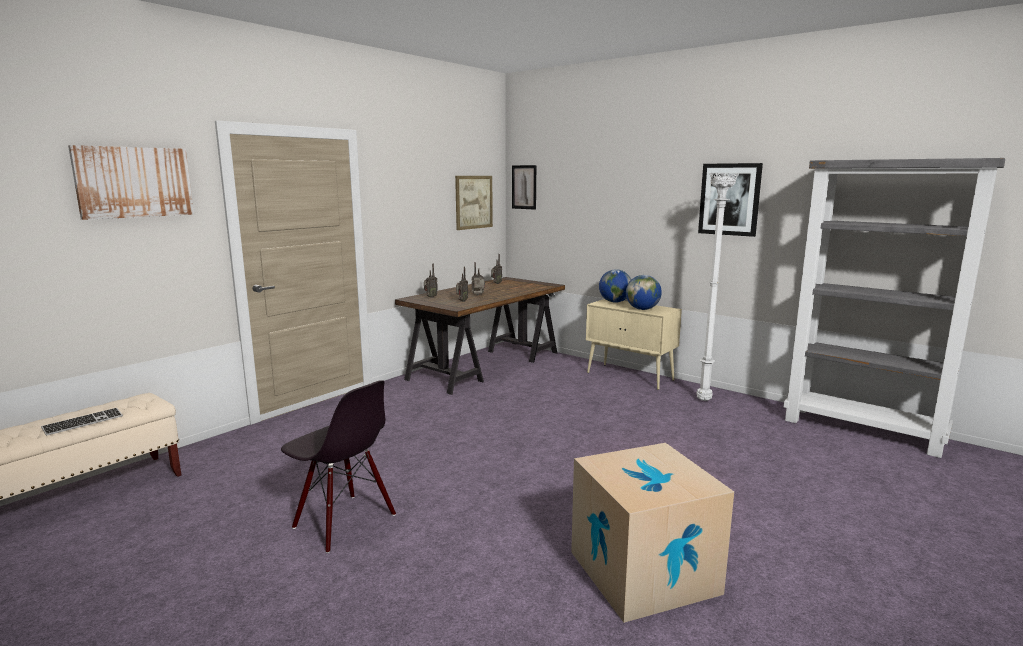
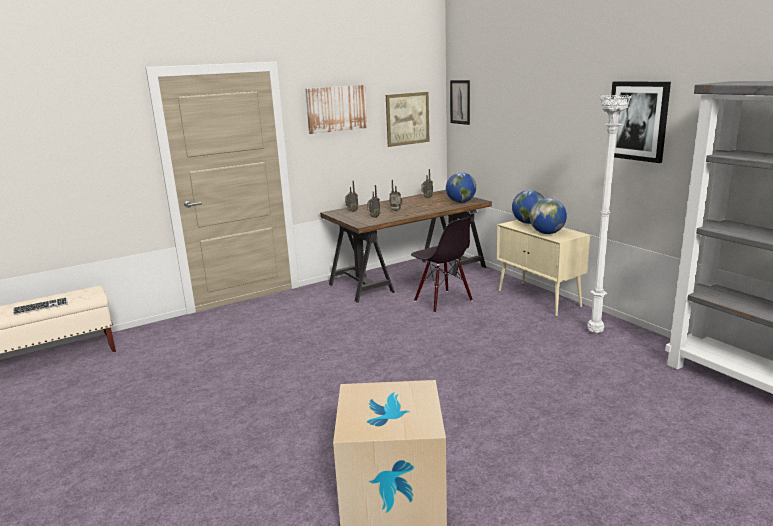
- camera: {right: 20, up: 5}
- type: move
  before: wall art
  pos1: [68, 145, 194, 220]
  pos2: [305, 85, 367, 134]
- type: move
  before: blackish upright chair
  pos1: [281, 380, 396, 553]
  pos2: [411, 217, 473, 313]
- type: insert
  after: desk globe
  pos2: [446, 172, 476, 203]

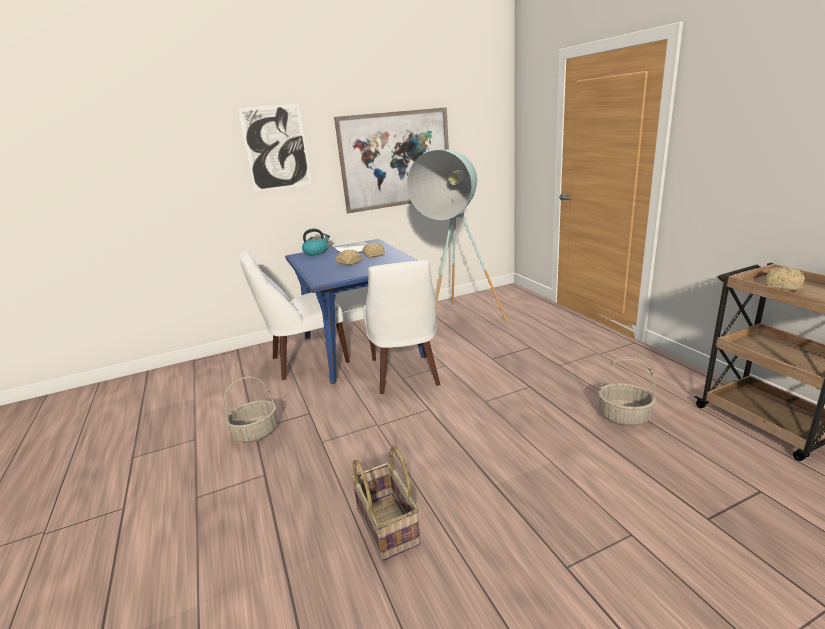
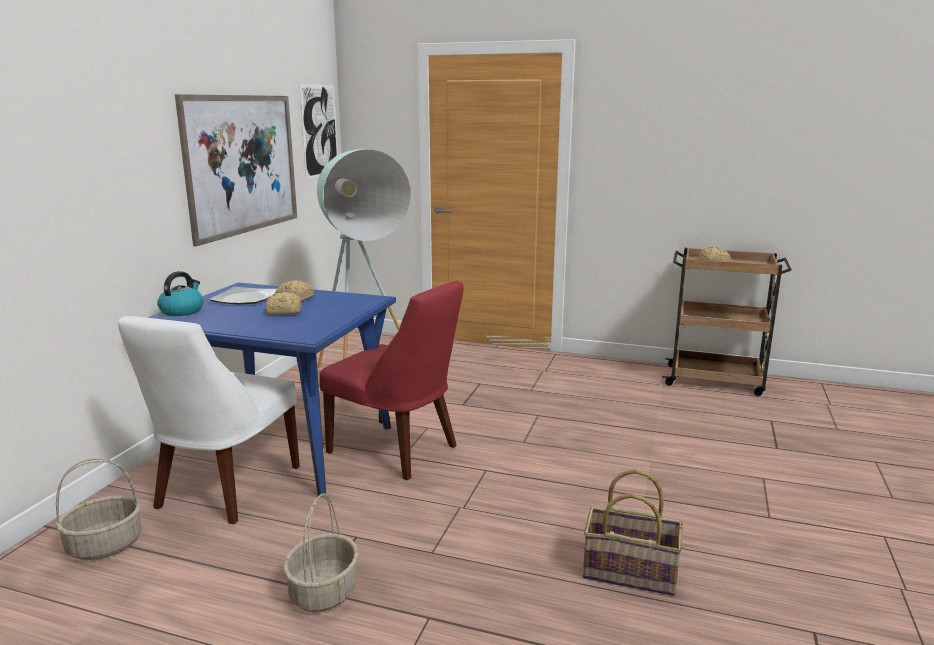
- camera: {right: -50, up: -5}
- type: move
  before: storage basket
  pos1: [598, 357, 656, 426]
  pos2: [56, 458, 141, 560]
- type: move
  before: wall art
  pos1: [238, 104, 311, 192]
  pos2: [299, 84, 338, 179]
- type: recolor
  before: white-coloured upright chair
  after: reddish upright chair
  pos1: [363, 260, 441, 394]
  pos2: [320, 280, 463, 480]

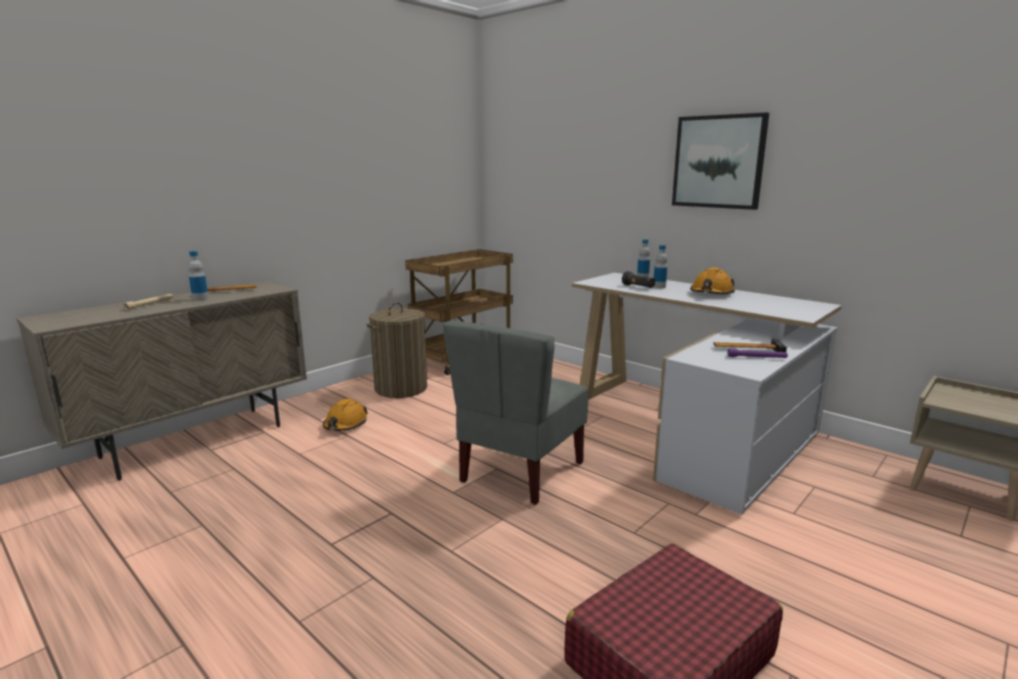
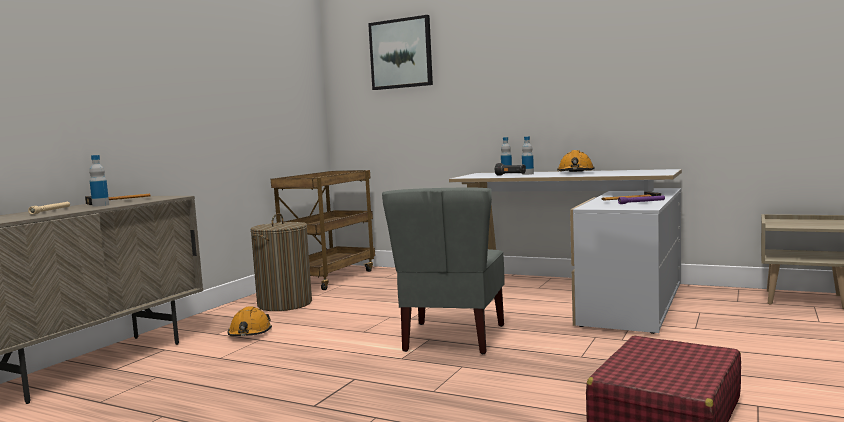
- camera: {right: -15, up: -10}
- type: move
  before: wall art
  pos1: [672, 112, 769, 210]
  pos2: [368, 15, 433, 90]

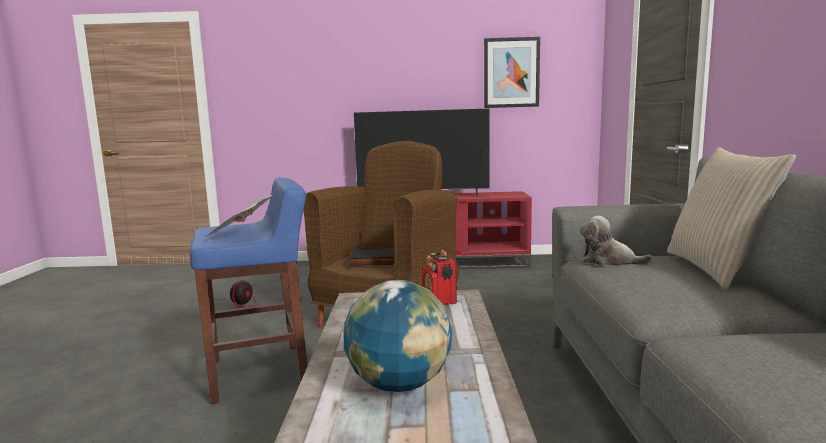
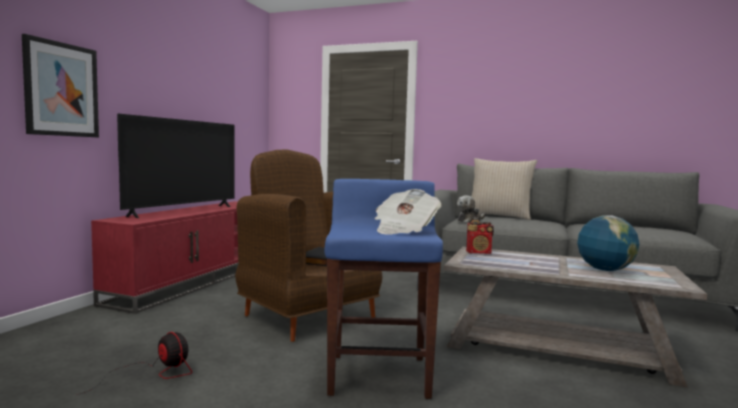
- camera: {right: -70, up: -5}
- type: move
  before: wall art
  pos1: [484, 37, 540, 108]
  pos2: [22, 34, 99, 137]

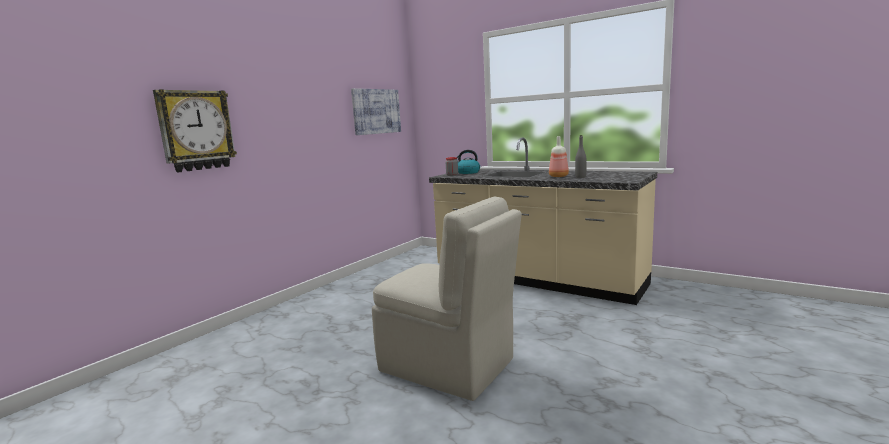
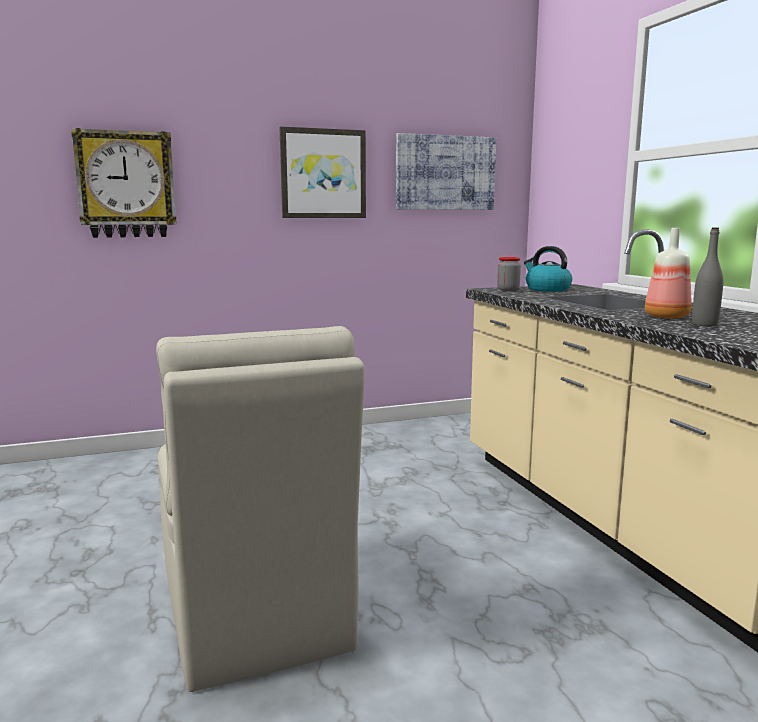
- camera: {right: 35, up: 0}
- type: insert
  after: wall art
  pos2: [279, 126, 366, 218]

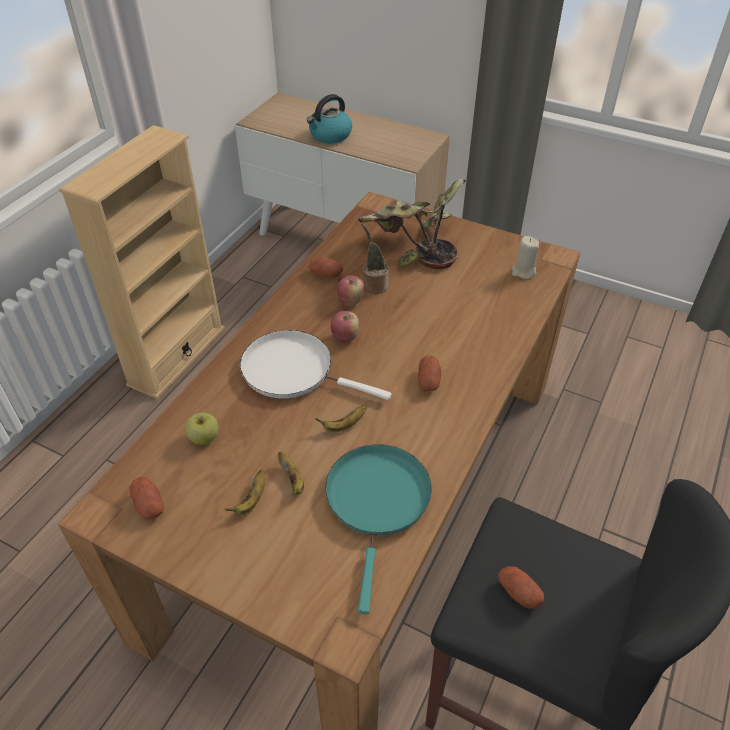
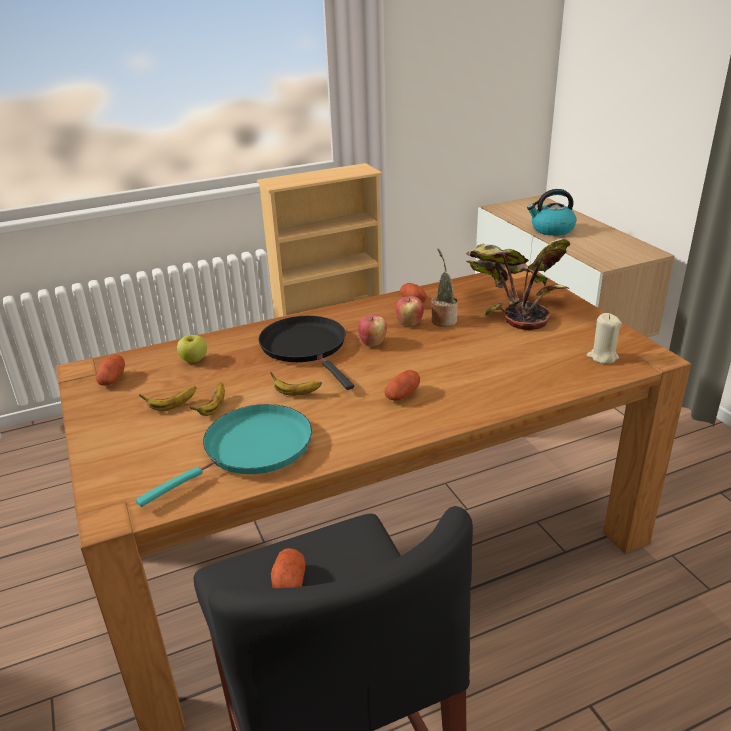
- camera: {right: 40, up: -15}
- type: recolor
  before: white-coloured frying pan
  after: blackish frying pan
  pos1: [240, 330, 391, 400]
  pos2: [258, 316, 354, 390]

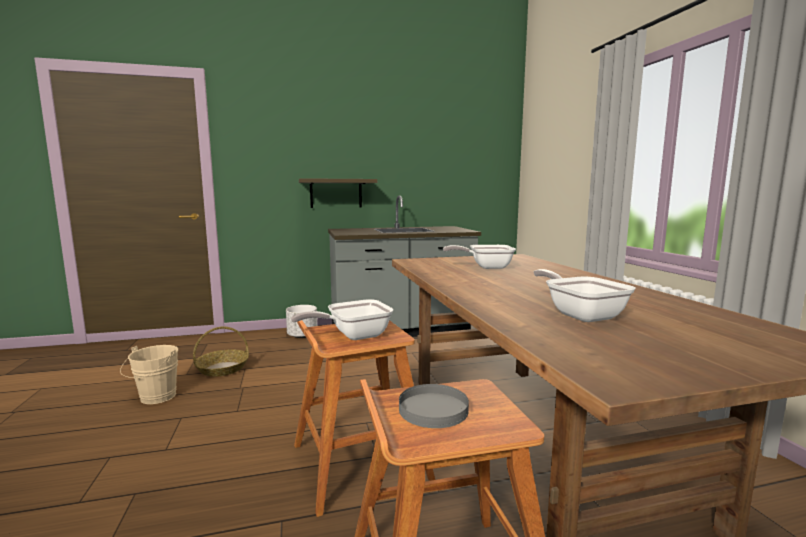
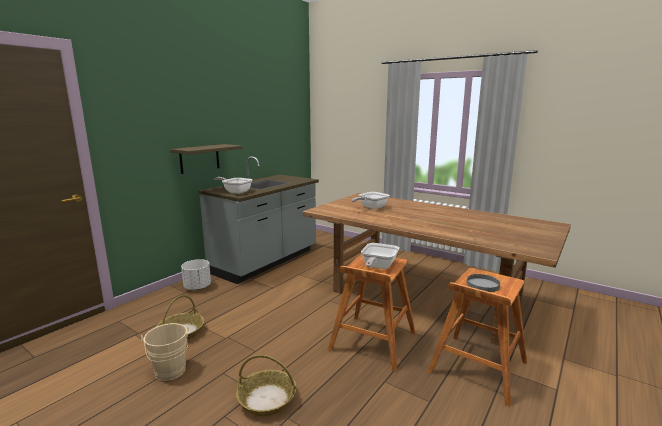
- camera: {right: -40, up: 5}
- type: move
  before: frying pan
  pos1: [534, 269, 636, 322]
  pos2: [214, 177, 253, 194]
- type: insert
  after: storage basket
  pos2: [236, 355, 296, 416]

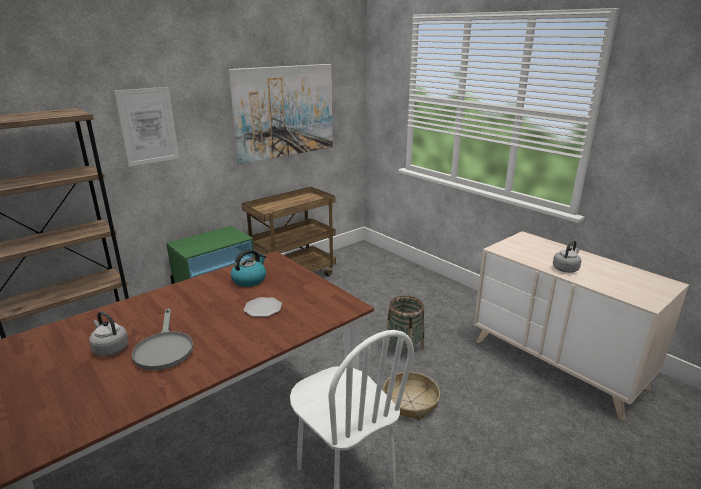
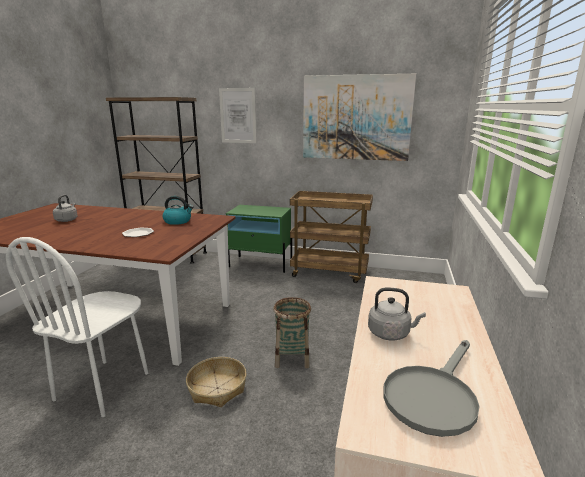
- camera: {right: 55, up: -5}
- type: move
  before: grey frying pan
  pos1: [132, 309, 193, 370]
  pos2: [383, 340, 480, 437]

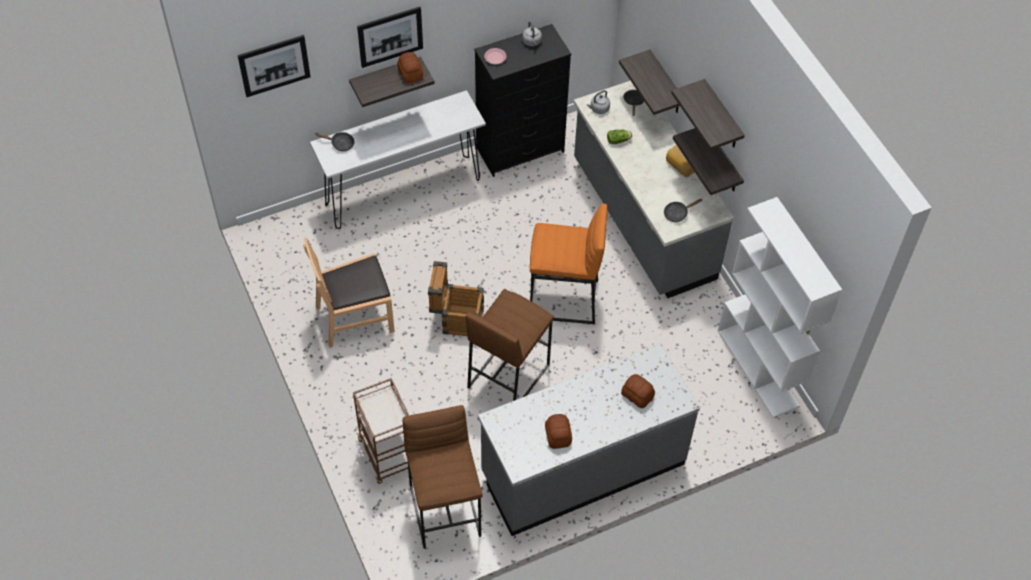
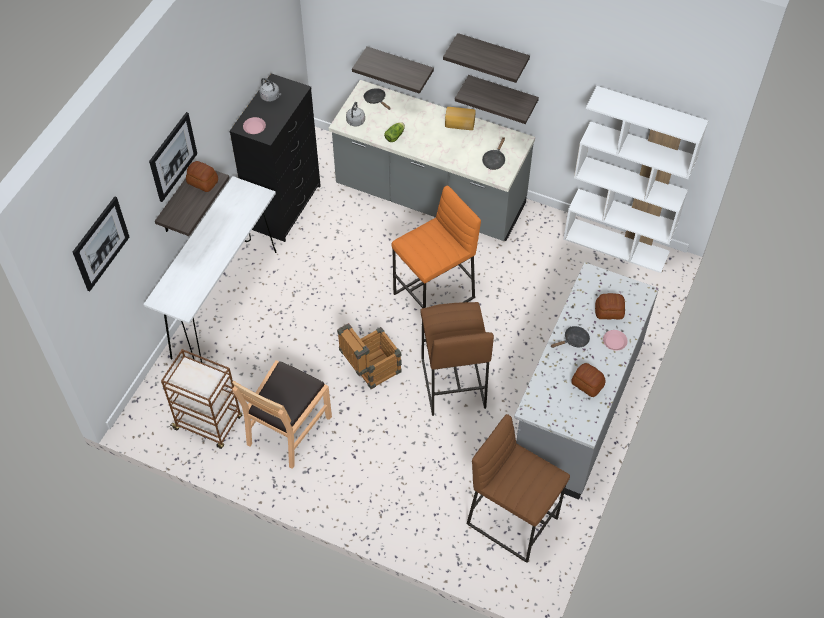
- camera: {right: -40, up: 0}
- type: move
  before: brown-coloured trolley
  pos1: [353, 378, 409, 484]
  pos2: [161, 349, 242, 449]
- type: move
  before: blackish frying pan
  pos1: [315, 132, 354, 151]
  pos2: [550, 326, 590, 348]
- type: insert
  after: pink-coloured plate
  pos2: [603, 330, 628, 351]

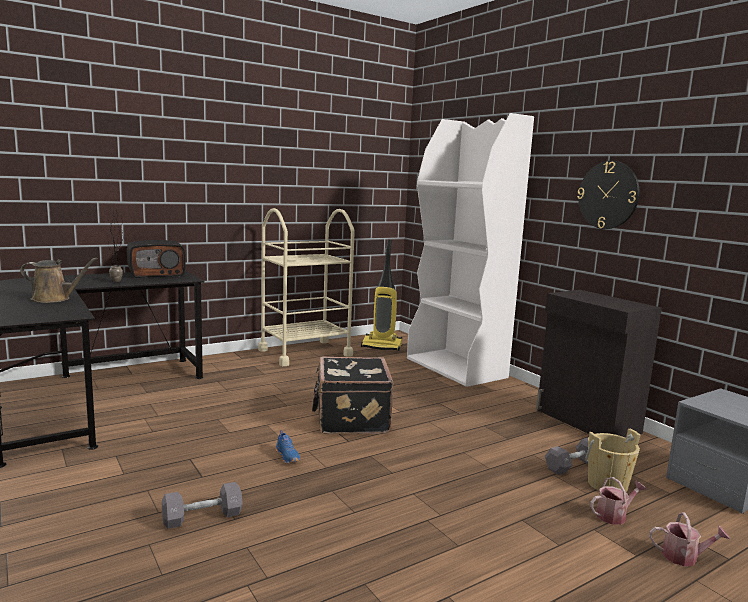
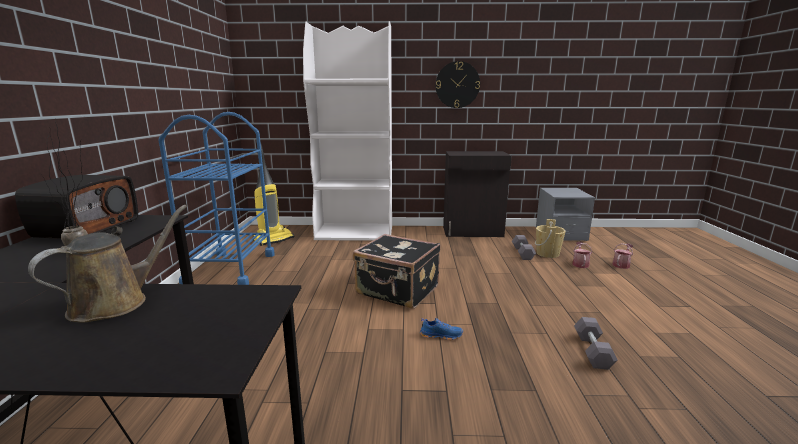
- camera: {right: -55, up: 5}
- type: recolor
  before: beige trolley
  after: blue-coloured trolley
  pos1: [258, 208, 355, 366]
  pos2: [159, 112, 275, 285]
- type: move
  before: grey free weight
  pos1: [162, 482, 243, 529]
  pos2: [574, 317, 618, 370]

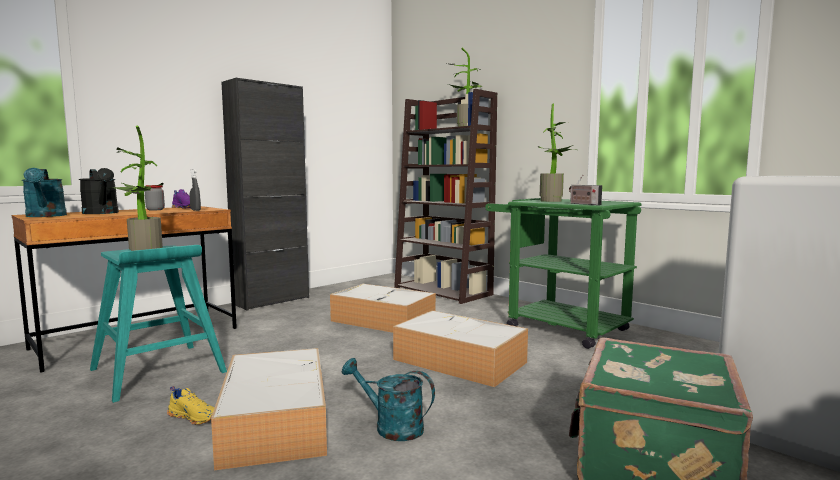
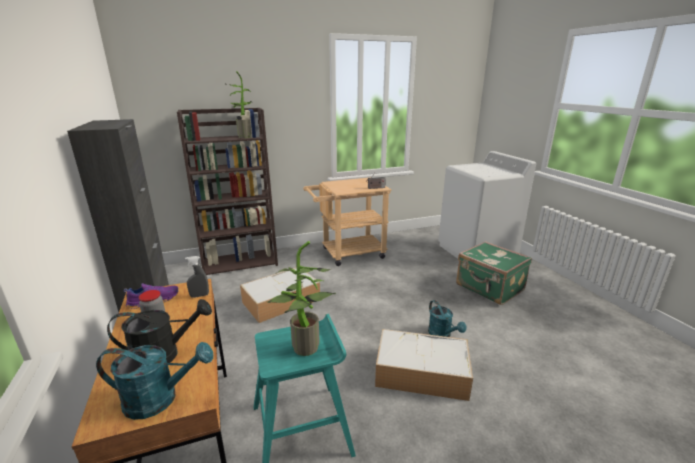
- camera: {right: -65, up: 15}
- type: recolor
  before: green-coloured trolley
  after: beige trolley
  pos1: [485, 198, 642, 349]
  pos2: [303, 177, 391, 266]
- type: rotate
  before: blue-green sprinkling can
  pos1: [342, 358, 435, 441]
  pos2: [428, 300, 466, 337]
  turn: -75
- type: delete
  before: yellow item of footwear
  pos1: [167, 386, 215, 425]
- type: delete
  before: storage box
  pos1: [393, 310, 528, 387]
- type: delete
  before: plant in a pot
  pos1: [538, 103, 575, 202]

